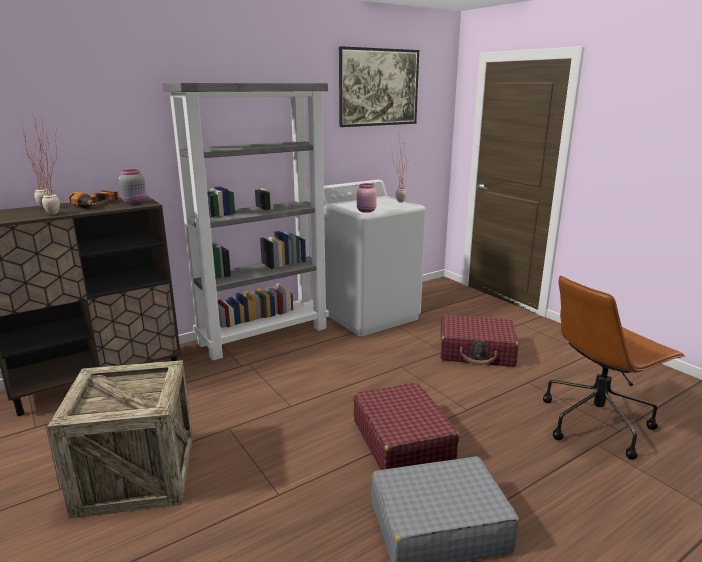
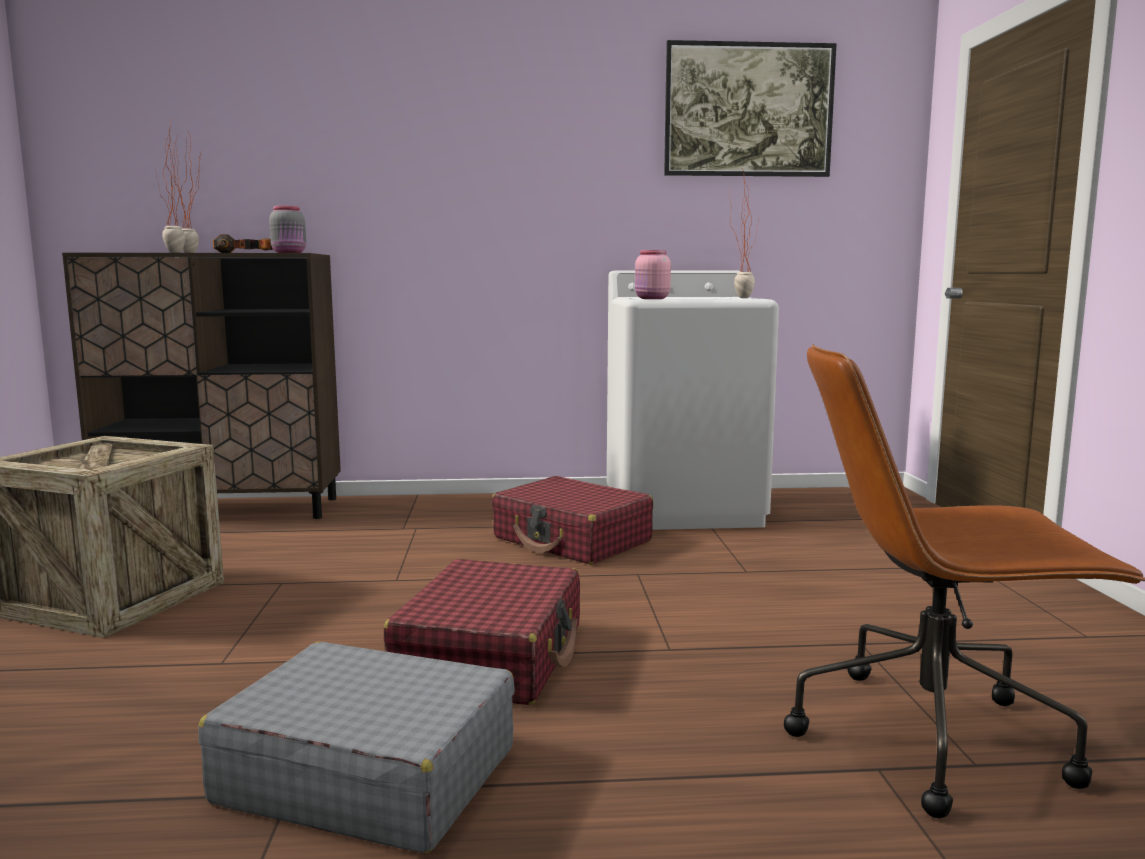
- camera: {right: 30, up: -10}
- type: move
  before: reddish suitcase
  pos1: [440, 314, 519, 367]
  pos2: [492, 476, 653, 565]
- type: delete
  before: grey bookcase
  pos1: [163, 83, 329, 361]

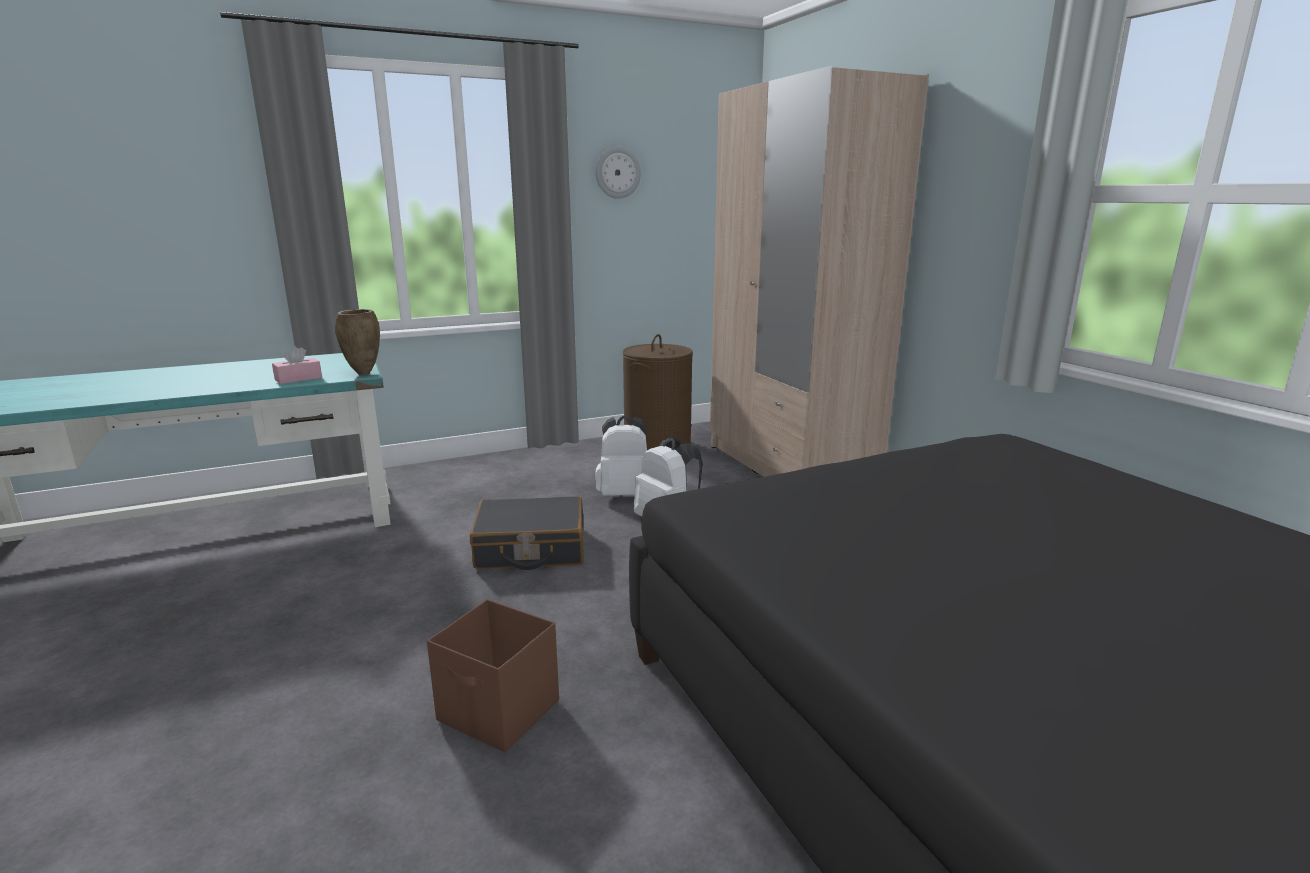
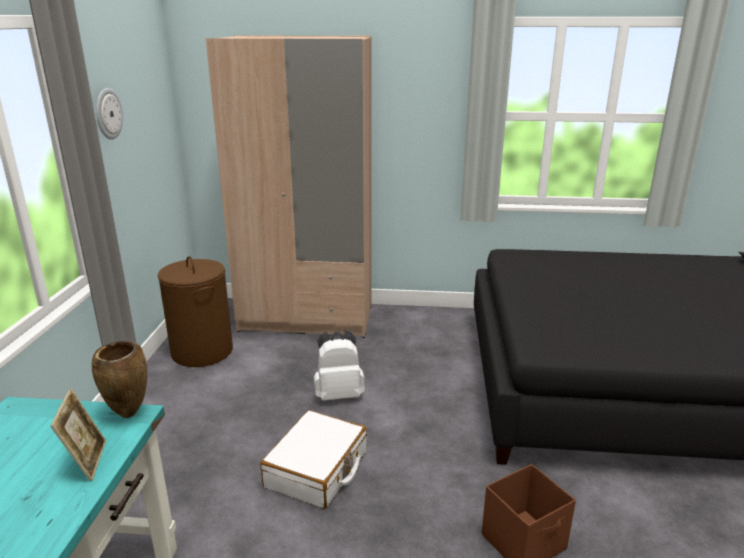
- camera: {right: -60, up: 5}
- type: replace
  before: pink-coloured tissue box
  after: standing frame
  pos1: [272, 346, 322, 384]
  pos2: [50, 389, 106, 481]
- type: recolor
  before: blackish suitcase
  after: white-coloured suitcase
  pos1: [470, 496, 584, 570]
  pos2: [260, 410, 367, 509]
- type: delete
  before: white-coloured backpack
  pos1: [595, 416, 647, 496]

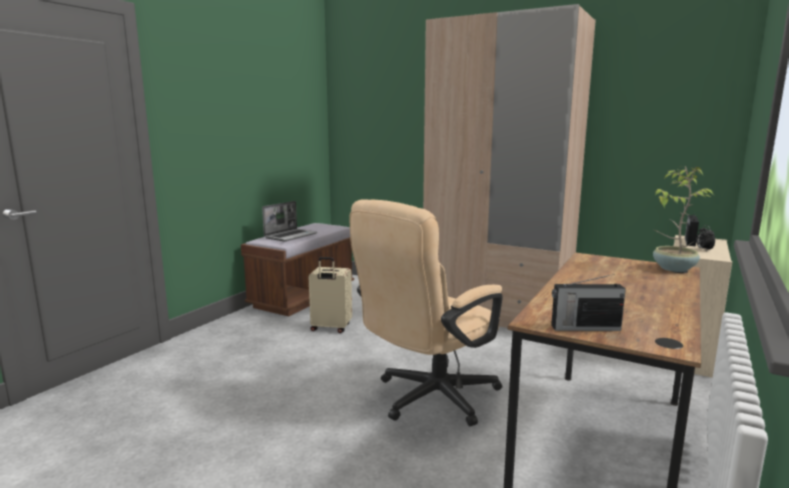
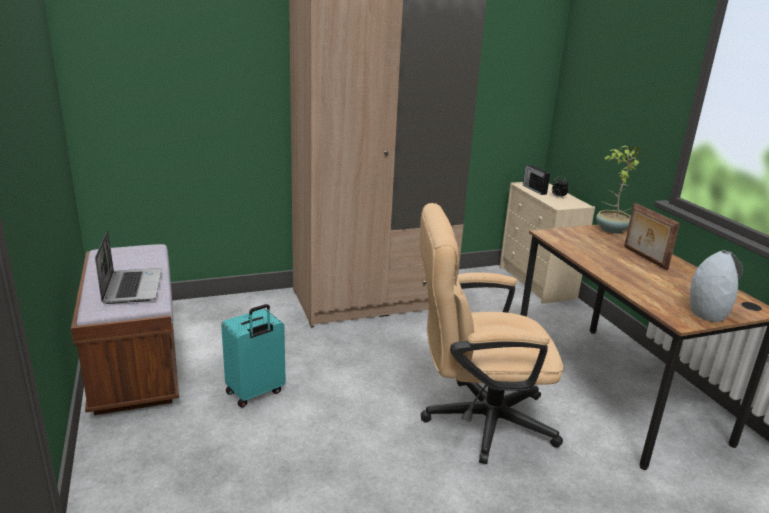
- camera: {right: -50, up: 10}
- type: recolor
  before: beige suitcase
  after: blue-green suitcase
  pos1: [308, 257, 352, 333]
  pos2: [221, 304, 286, 408]
- type: rotate
  before: beige office chair
  pos1: [349, 199, 503, 426]
  pos2: [420, 203, 563, 464]
  turn: 90
- type: insert
  after: standing frame
  pos2: [624, 203, 680, 271]
- type: replace
  before: radio set
  after: grey flower vase
  pos1: [551, 274, 626, 331]
  pos2: [690, 251, 743, 322]

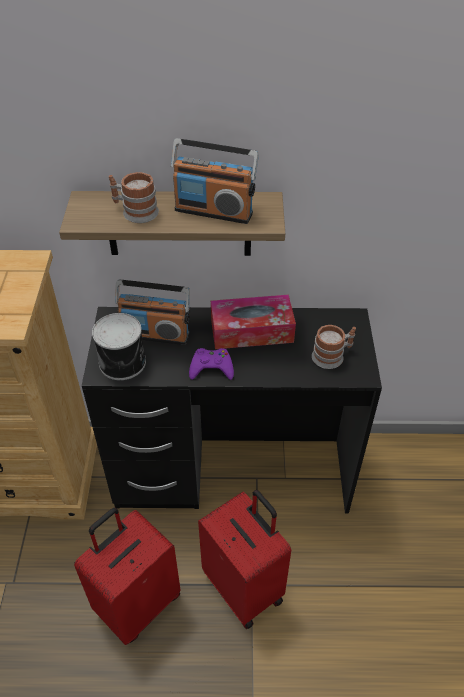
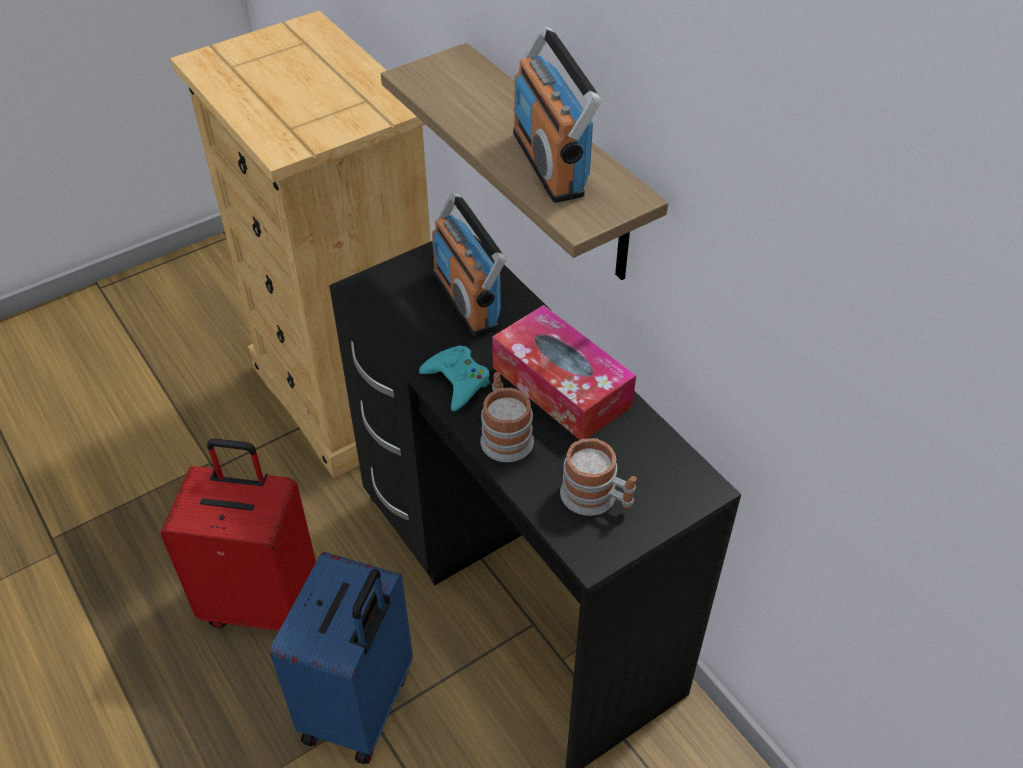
- camera: {right: 55, up: 0}
- type: recolor
  before: reddish suitcase
  after: blue-coloured suitcase
  pos1: [198, 490, 291, 629]
  pos2: [270, 552, 413, 764]
- type: recolor
  before: purple-coloured game controller
  after: blue-green game controller
  pos1: [189, 348, 234, 380]
  pos2: [419, 346, 490, 411]
- type: move
  before: mug
  pos1: [109, 172, 159, 223]
  pos2: [480, 372, 534, 462]
- type: delete
  before: can
  pos1: [92, 313, 146, 380]

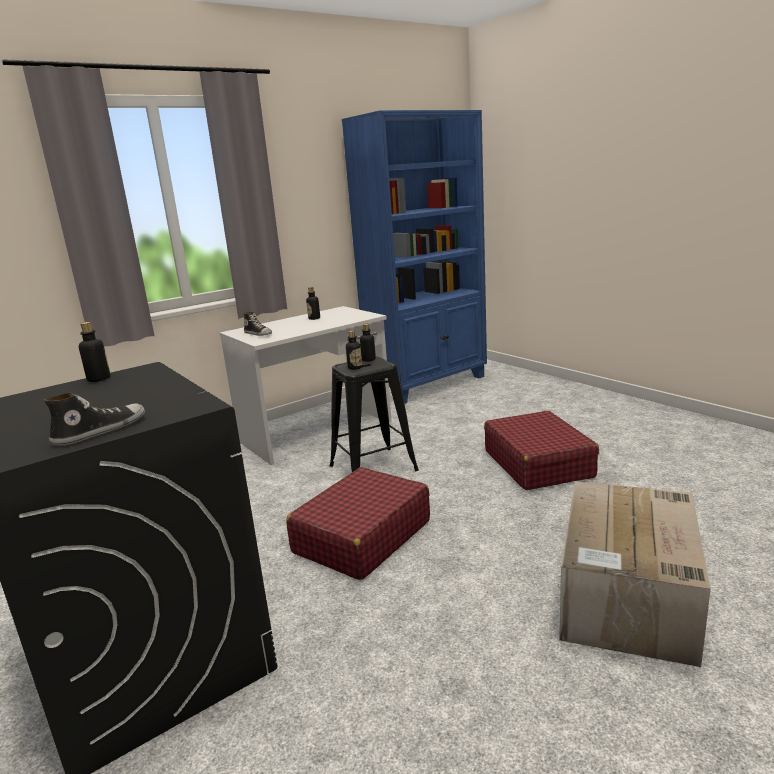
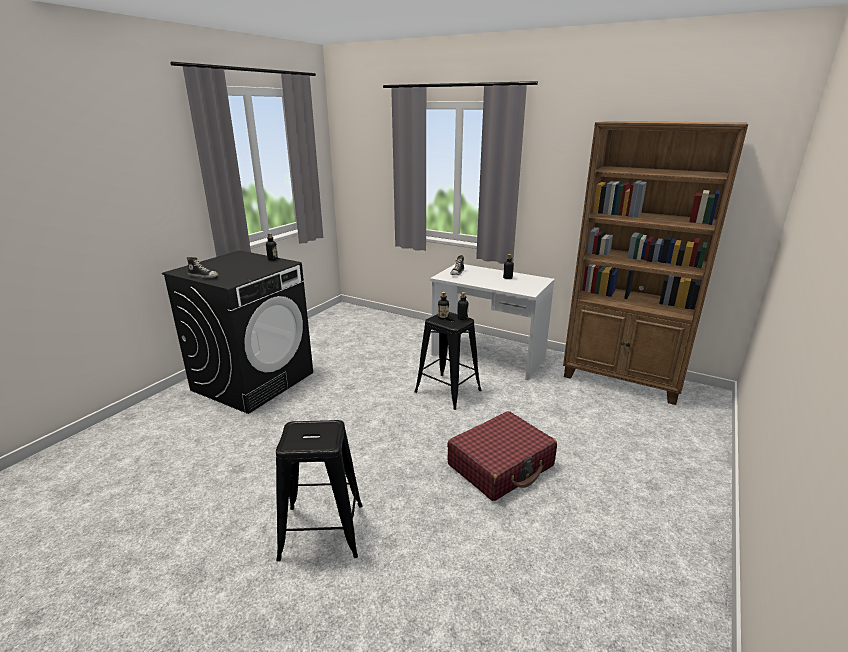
- camera: {right: 65, up: 5}
- type: replace
  before: carton
  after: blackish sitting stool
  pos1: [559, 481, 711, 667]
  pos2: [276, 420, 363, 561]
- type: recolor
  before: blue-coloured bookcase
  after: brown-coloured bookcase
  pos1: [342, 110, 487, 404]
  pos2: [563, 121, 748, 405]
- type: delete
  before: reddish suitcase
  pos1: [286, 467, 430, 580]

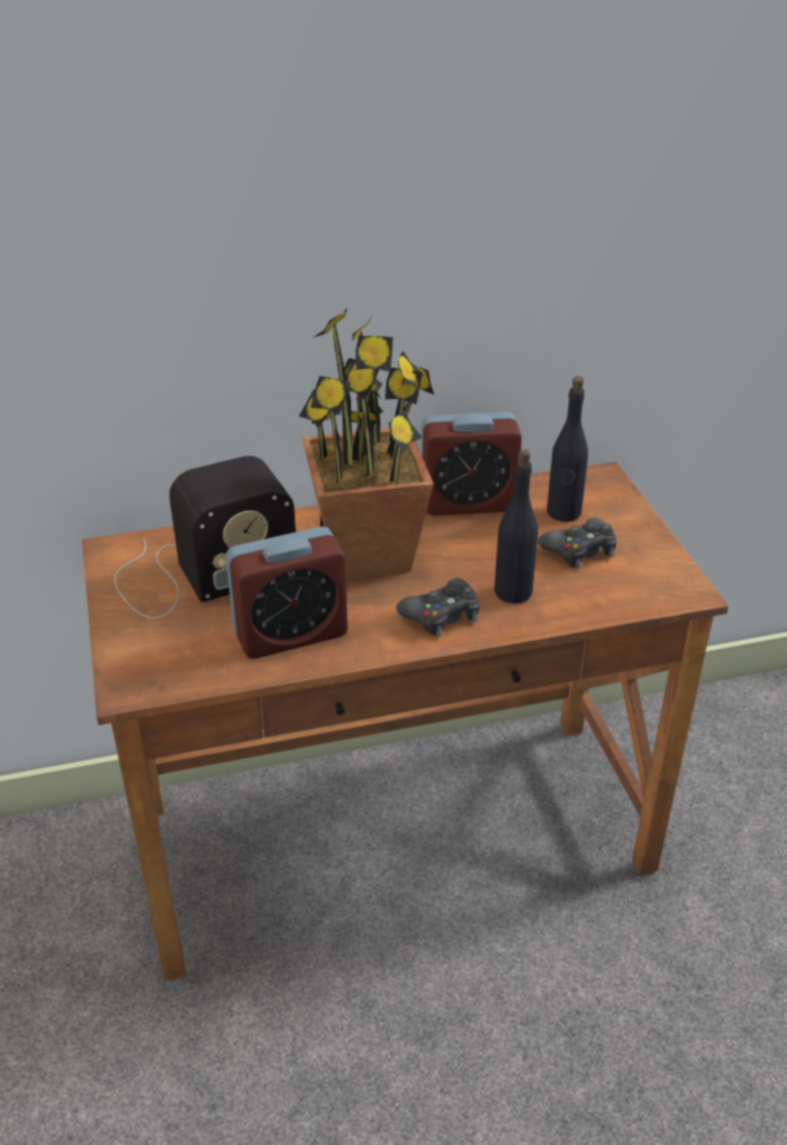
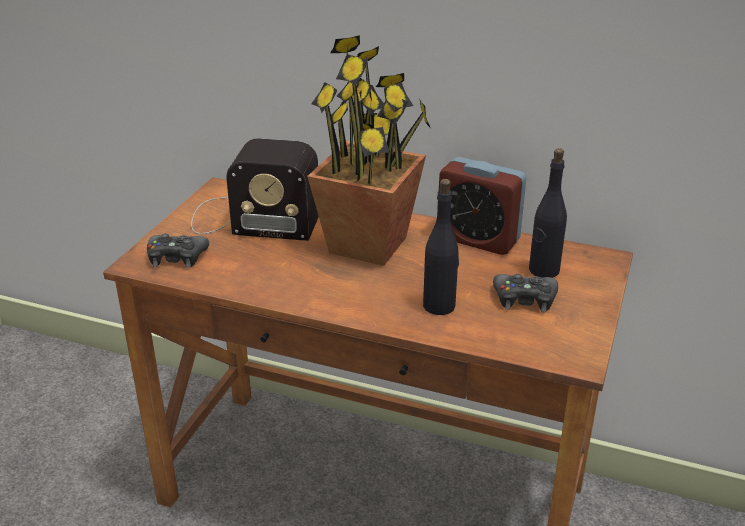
- camera: {right: 35, up: -5}
- type: move
  before: blackish game controller
  pos1: [396, 578, 480, 637]
  pos2: [147, 234, 209, 268]
- type: delete
  before: table clock
  pos1: [226, 527, 348, 659]

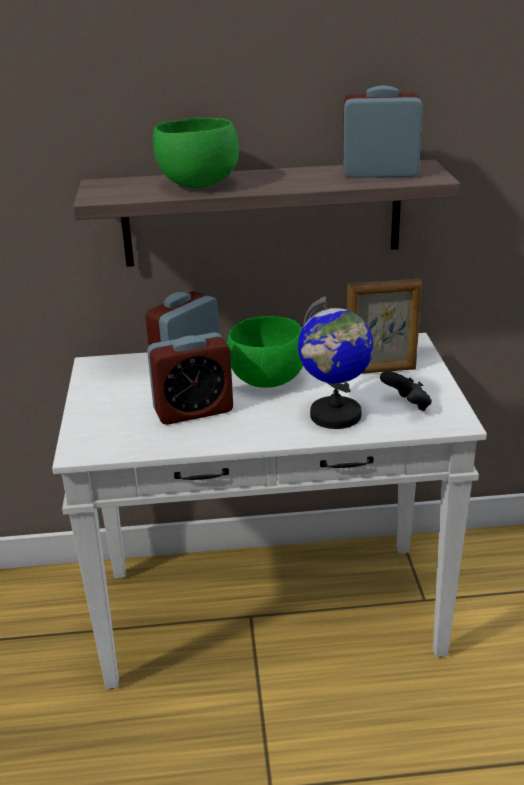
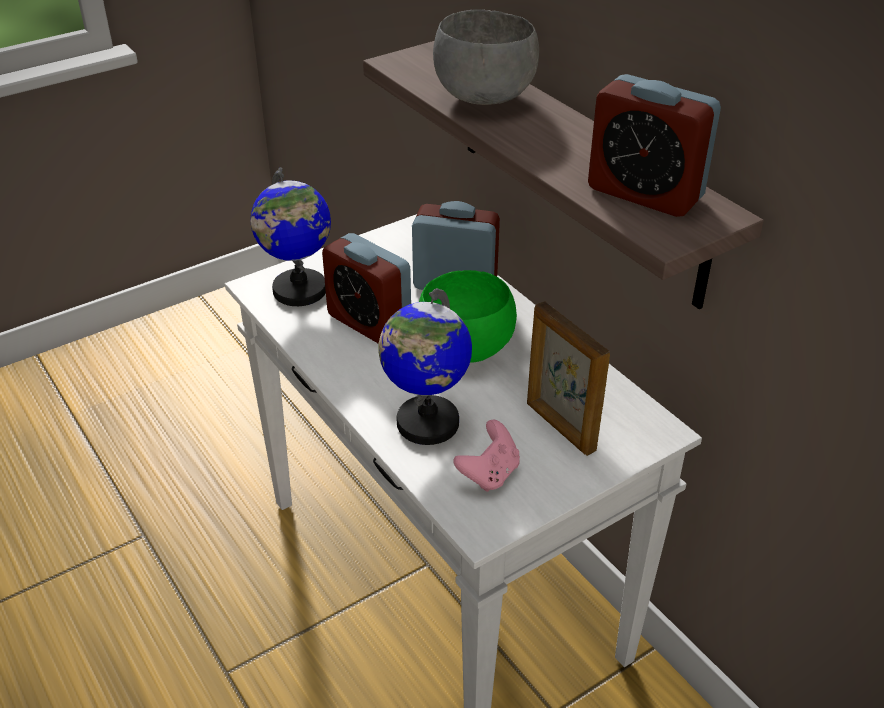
- camera: {right: 60, up: 10}
- type: insert
  after: desk globe
  pos2: [250, 168, 331, 306]
- type: recolor
  before: green-coloured serving bowl
  after: grey serving bowl
  pos1: [153, 117, 239, 188]
  pos2: [433, 10, 539, 105]
- type: recolor
  before: blackish game controller
  after: pink-coloured game controller
  pos1: [380, 371, 432, 411]
  pos2: [453, 420, 520, 492]
- type: rotate
  before: table clock
  pos1: [343, 85, 423, 178]
  pos2: [588, 74, 721, 217]
  turn: 150

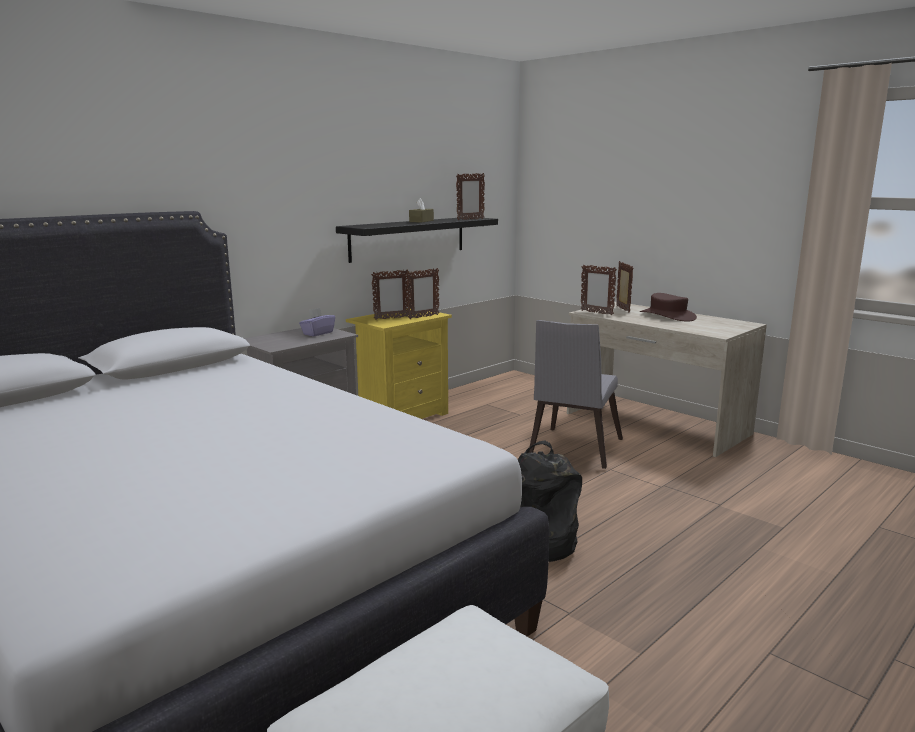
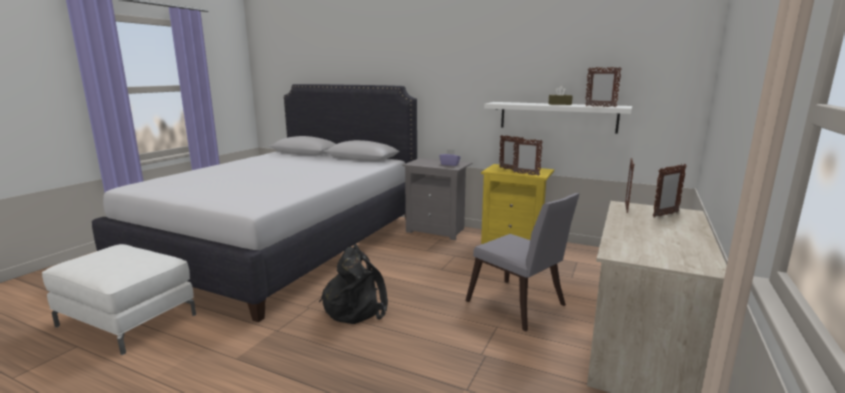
- camera: {right: 70, up: 0}
- type: rotate
  before: grey upright chair
  pos1: [529, 320, 623, 469]
  pos2: [466, 193, 580, 331]
  turn: -135
- type: recolor
  before: blackish shelf
  after: white-coloured shelf
  pos1: [336, 217, 498, 263]
  pos2: [484, 102, 632, 134]
- type: delete
  before: brown-coloured hat
  pos1: [640, 293, 697, 321]

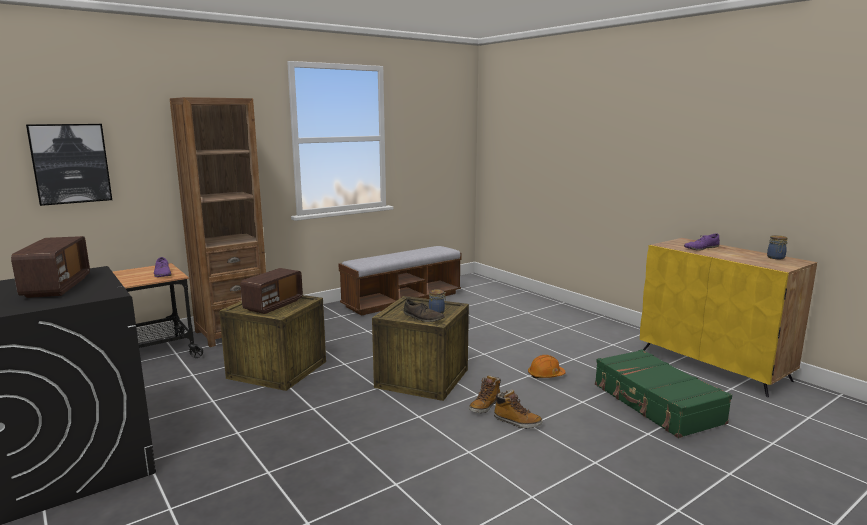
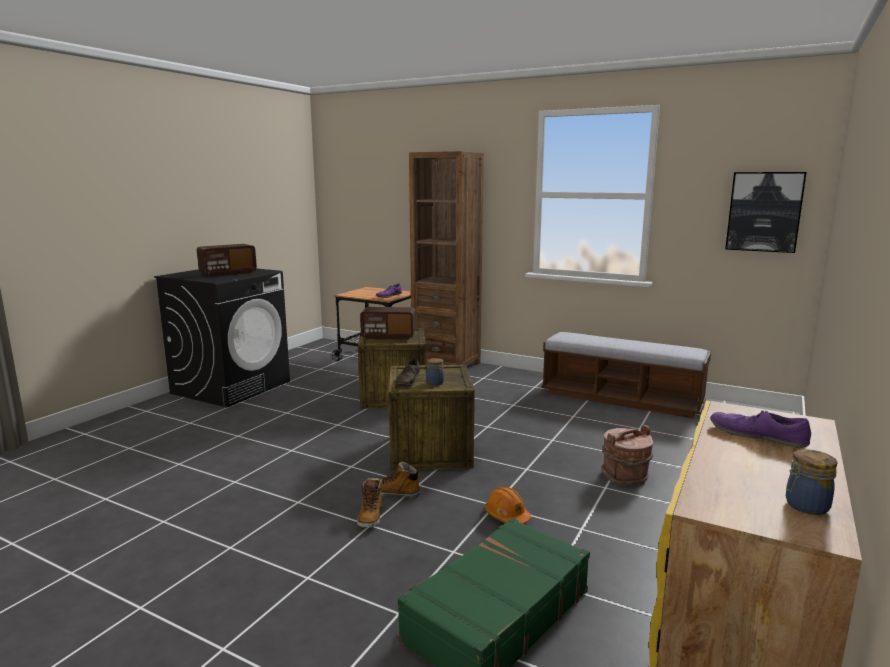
- camera: {right: 65, up: 0}
- type: insert
  after: brown-coloured pail
  pos2: [601, 425, 653, 486]
- type: move
  before: wall art
  pos1: [26, 124, 112, 206]
  pos2: [725, 172, 807, 253]

